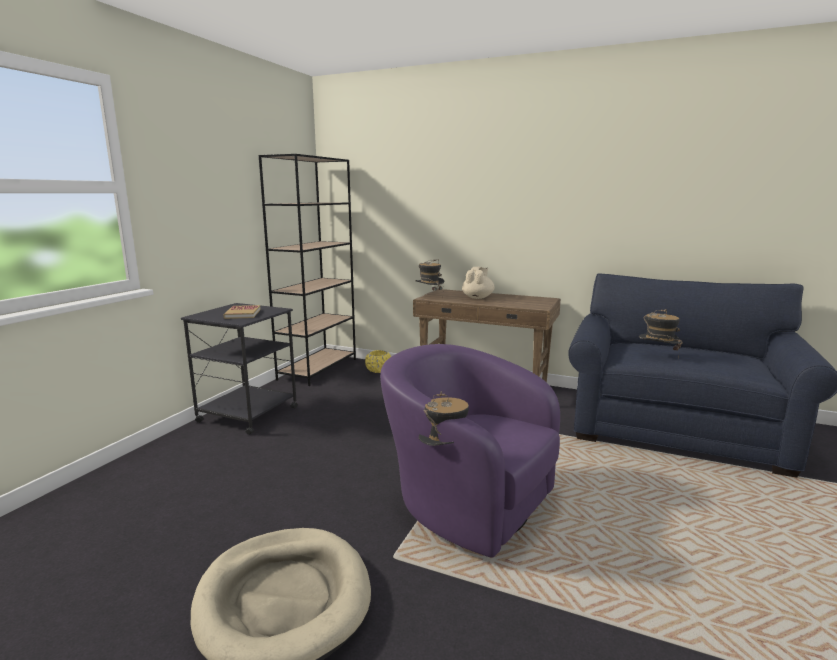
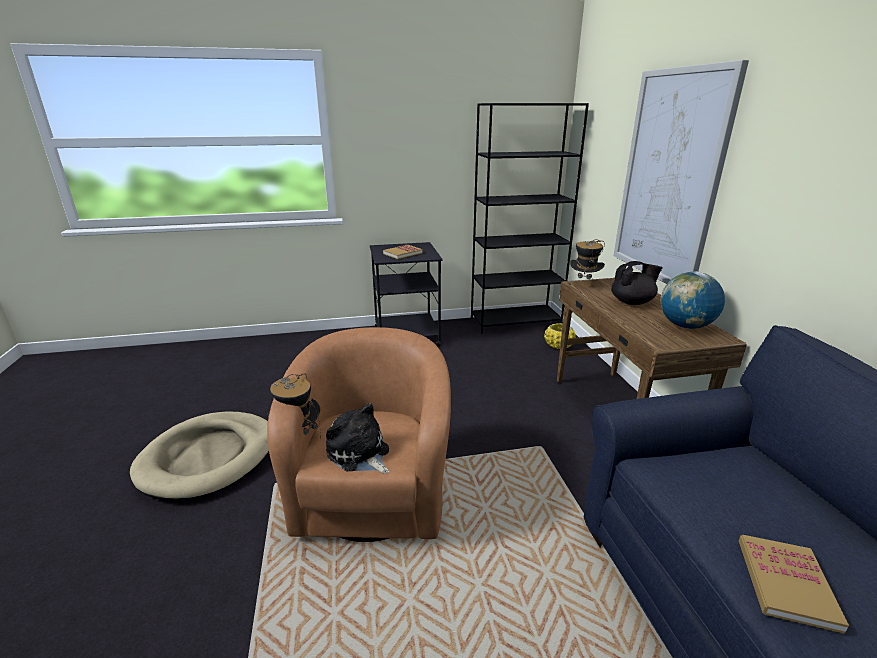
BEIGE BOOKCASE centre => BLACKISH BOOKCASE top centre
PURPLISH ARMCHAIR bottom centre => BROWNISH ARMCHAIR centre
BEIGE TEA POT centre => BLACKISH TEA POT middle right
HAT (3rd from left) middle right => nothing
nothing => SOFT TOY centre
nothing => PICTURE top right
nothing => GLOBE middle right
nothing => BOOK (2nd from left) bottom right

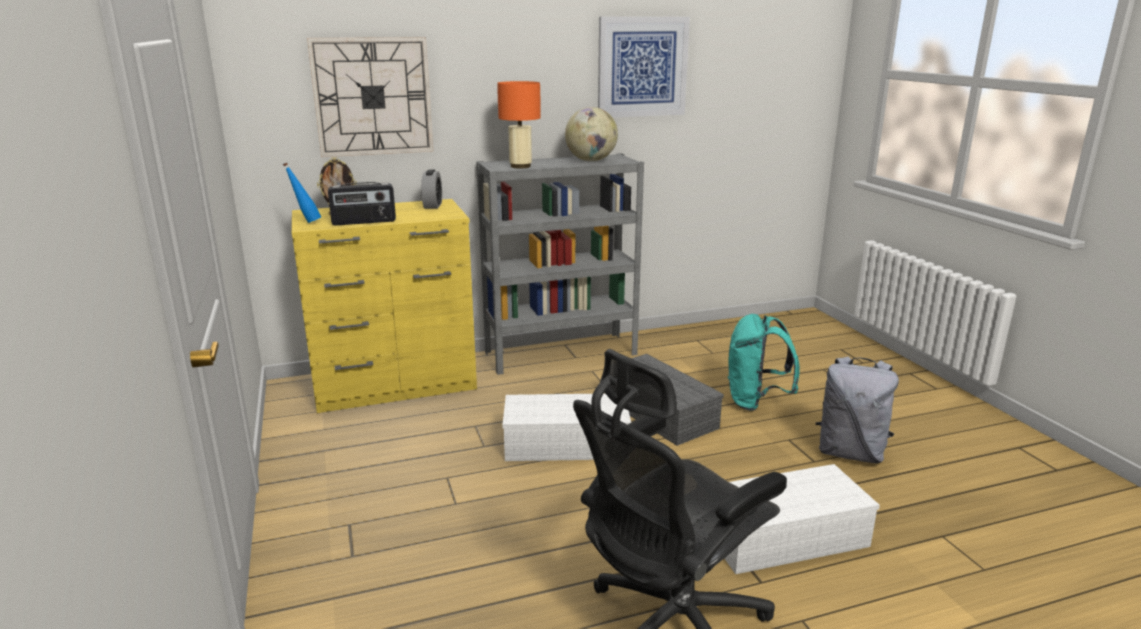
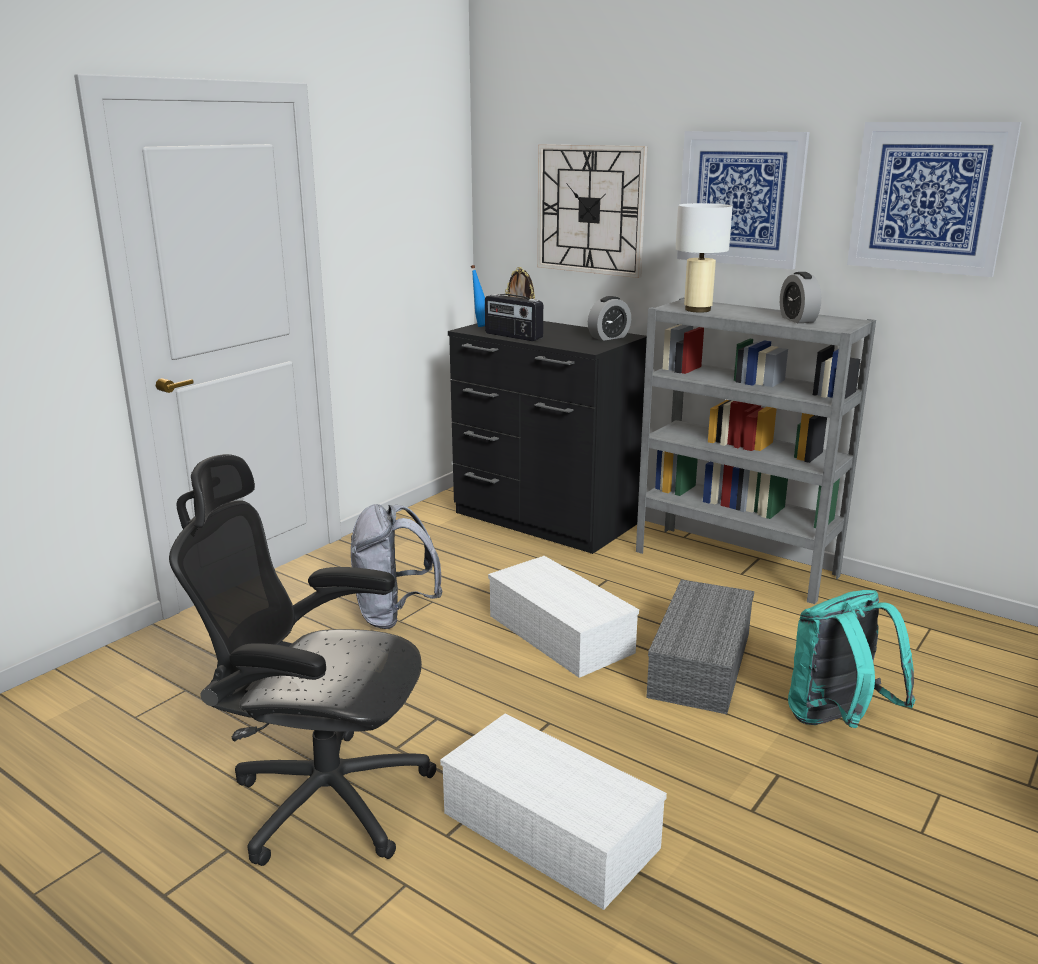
YELLOW DRAWER CHEST centre => BLACKISH DRAWER CHEST centre
ORANGE TABLE LAMP top centre => WHITISH TABLE LAMP top right
GLOBE top centre => ALARM CLOCK (2nd from left) top right
GREYISH RUCKSACK middle right => GREYISH RUCKSACK centre, move
nothing => PICTURE (1st from left) top right

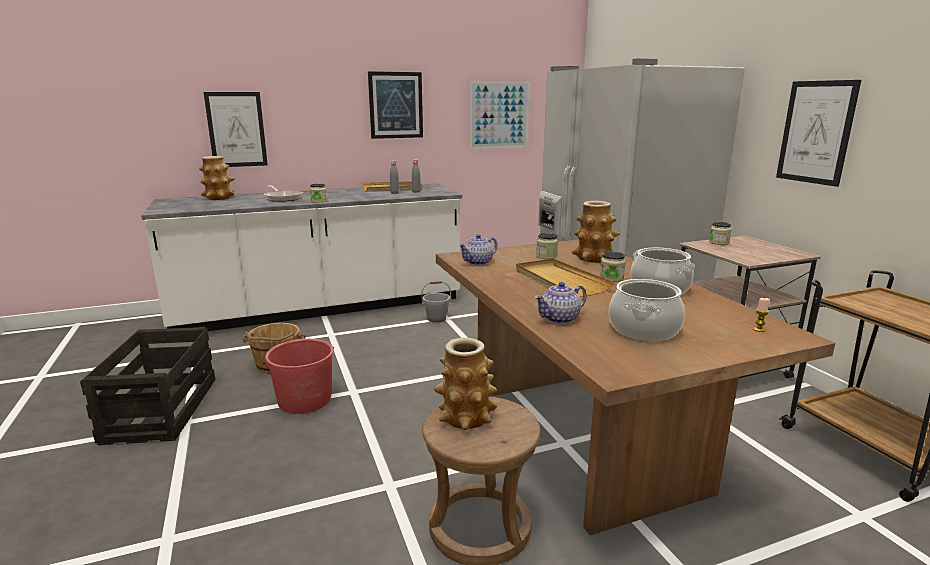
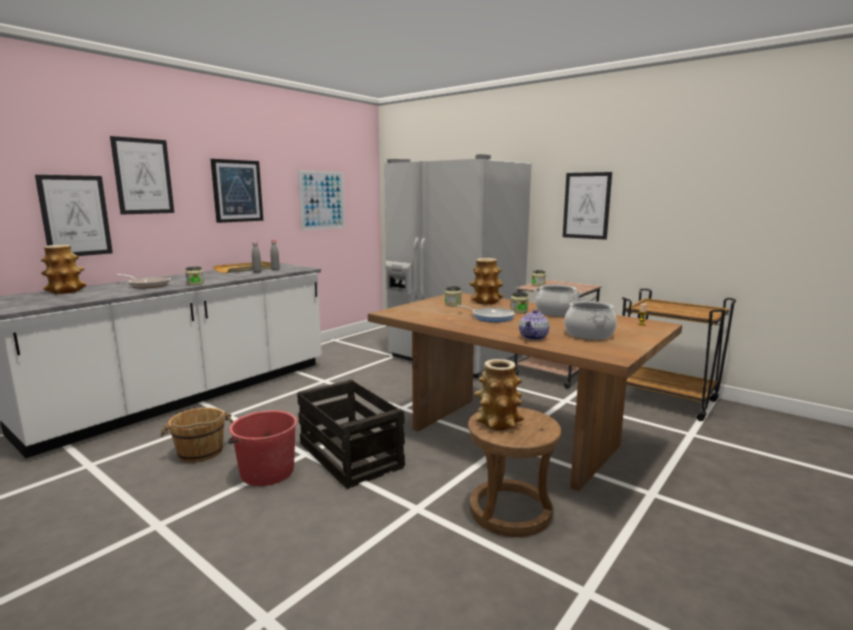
PACKING CRATE bottom left => PACKING CRATE bottom centre, move
GREYISH WATER BUCKET centre => nothing
TEA POT (1st from left) centre => nothing
BEIGE SERVING TRAY (2nd from left) centre => PAN (2nd from left) centre
nothing => PICTURE (2nd from left) top left

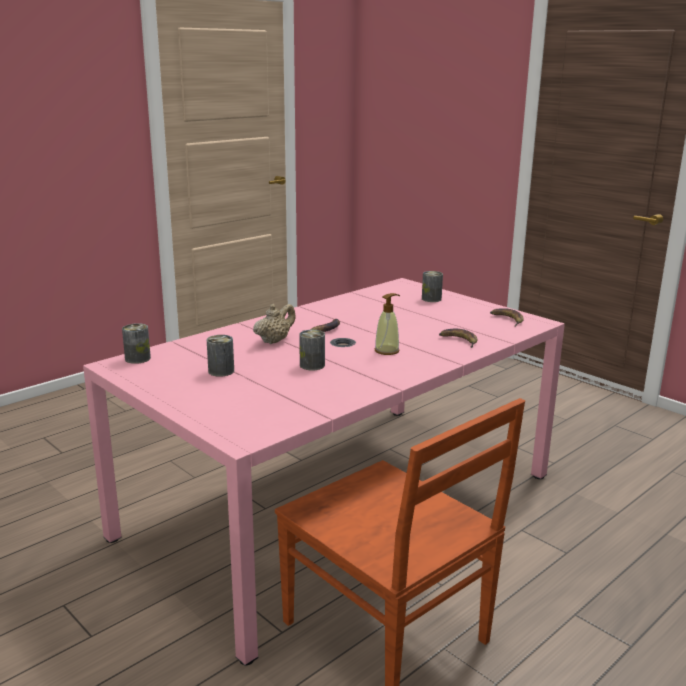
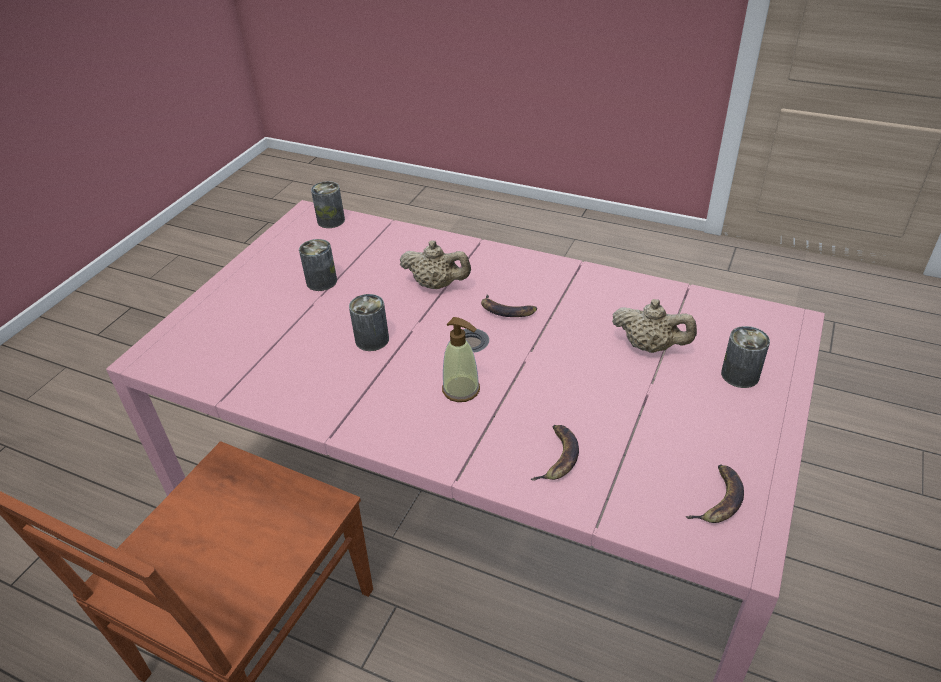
nothing => BEIGE TEA POT (2nd from left) middle right

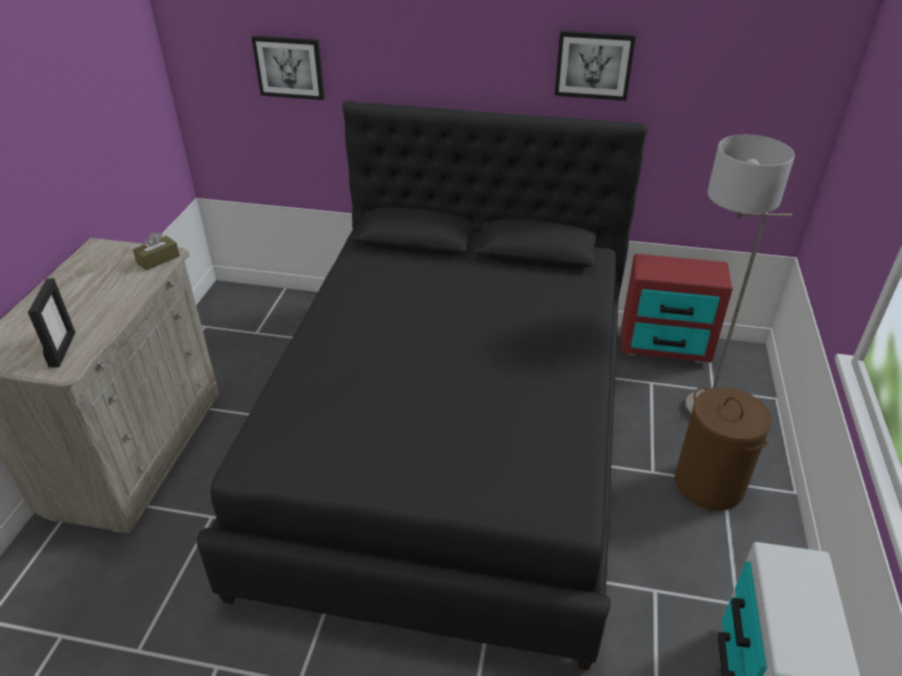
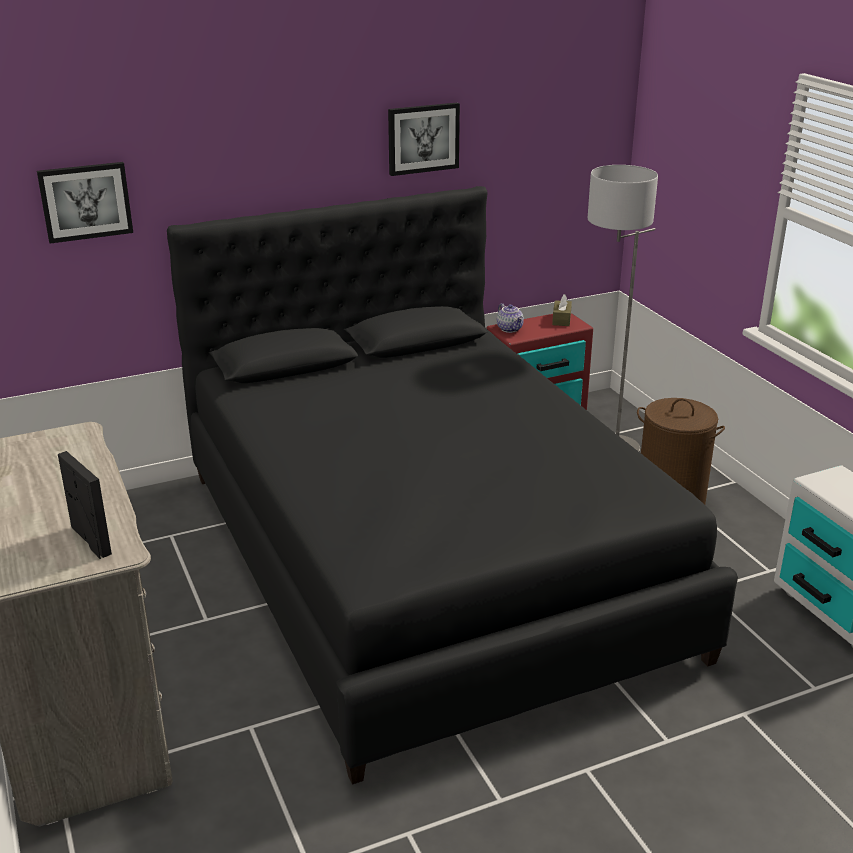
BROWNISH TISSUE HOLDER middle left => BROWNISH TISSUE HOLDER centre, move
nothing => TEA POT centre

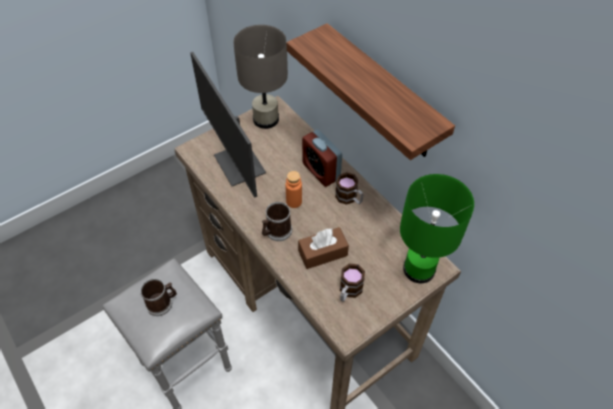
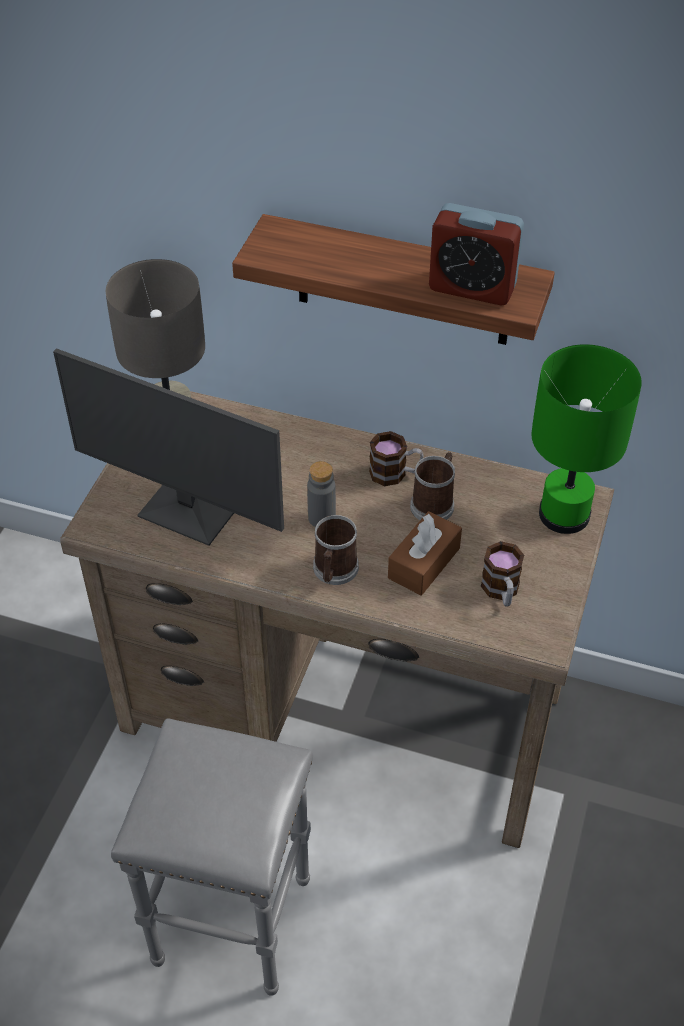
COFFEE MUG (1st from left in the first image) bottom left => COFFEE MUG (3rd from left) centre, move
ORANGE BEVERAGE BOTTLE centre => GREYISH BEVERAGE BOTTLE centre
ALARM CLOCK centre => ALARM CLOCK top right, move

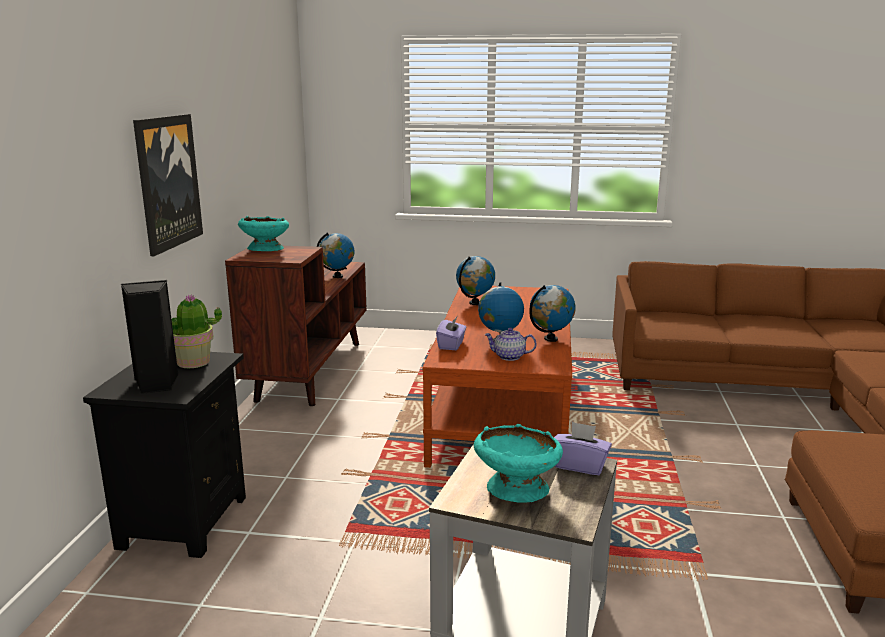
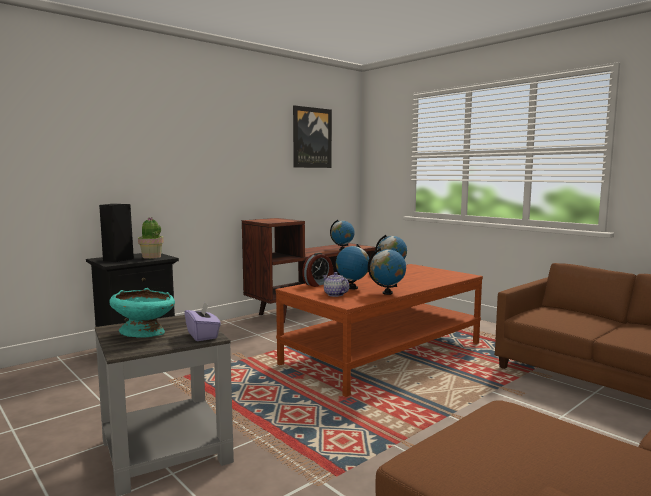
PICTURE top left => PICTURE top centre, move
TURQUOISE BOWL (1st from left) middle left => nothing
PURPLISH TISSUE HOLDER (1st from left) centre => ALARM CLOCK centre

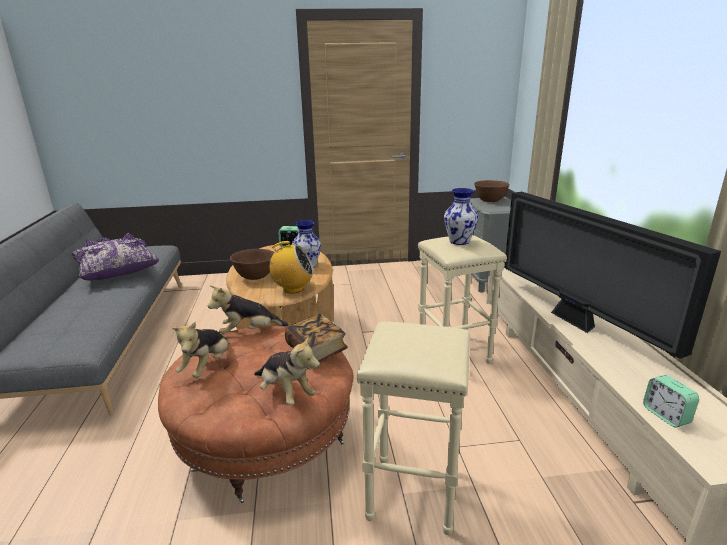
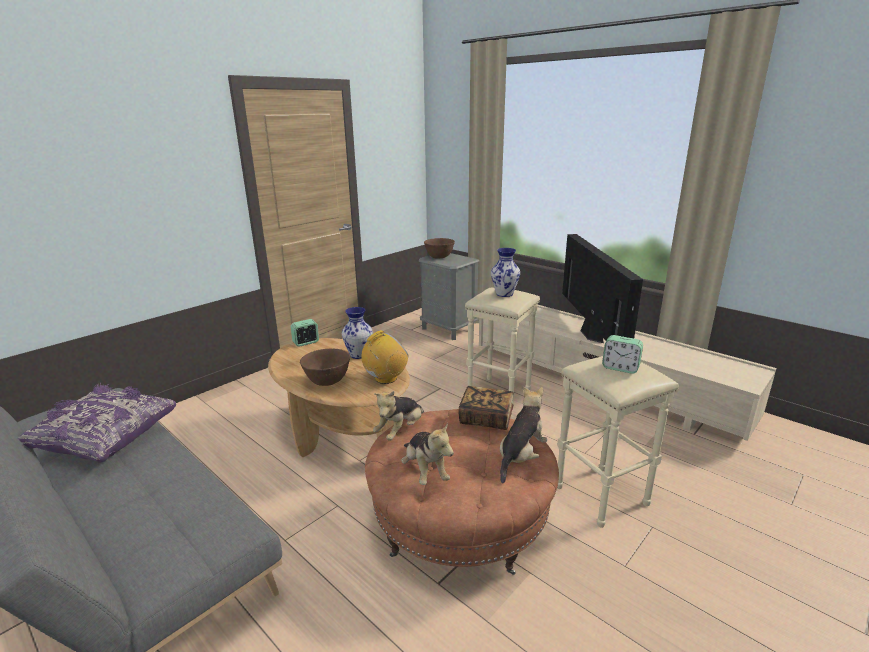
SOFT TOY (3rd from left) bottom centre => SOFT TOY (3rd from left) centre, 60 degrees counterclockwise
TV middle right, 120 degrees counterclockwise
ALARM CLOCK (2nd from left) bottom right => ALARM CLOCK (2nd from left) middle right, move

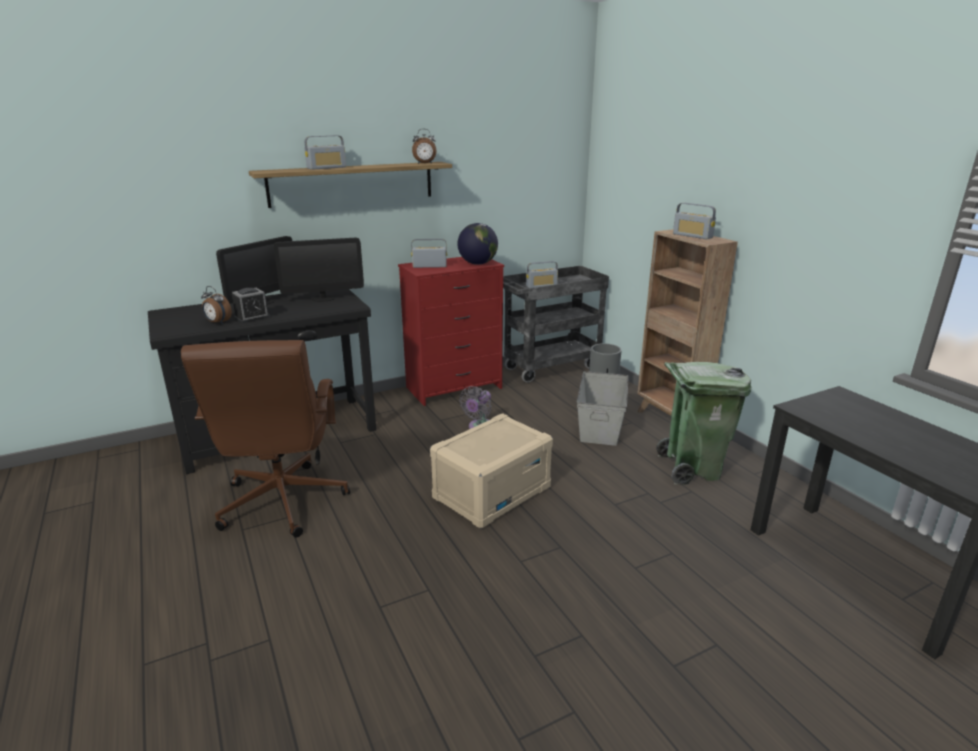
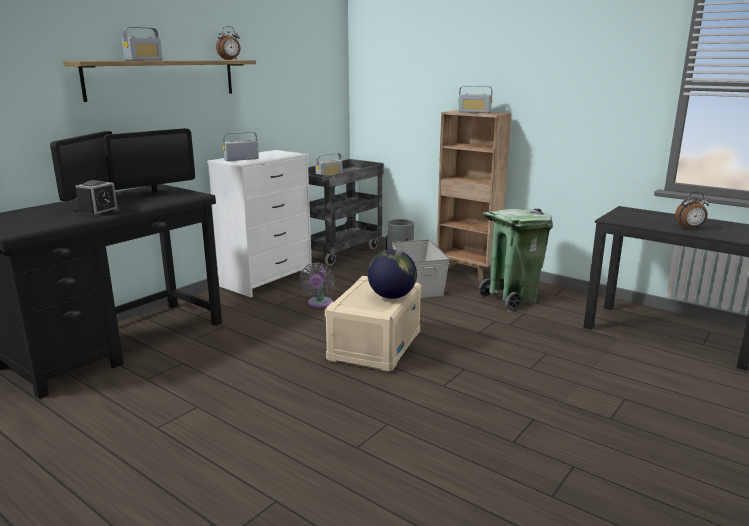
BROWNISH COMPUTER CHAIR middle left => nothing
ALARM CLOCK (1st from left in the first image) middle left => ALARM CLOCK (3rd from left) middle right, move
RED-COLOURED DRAWER CHEST centre => WHITISH DRAWER CHEST centre
GLOBE top centre => GLOBE centre, move

